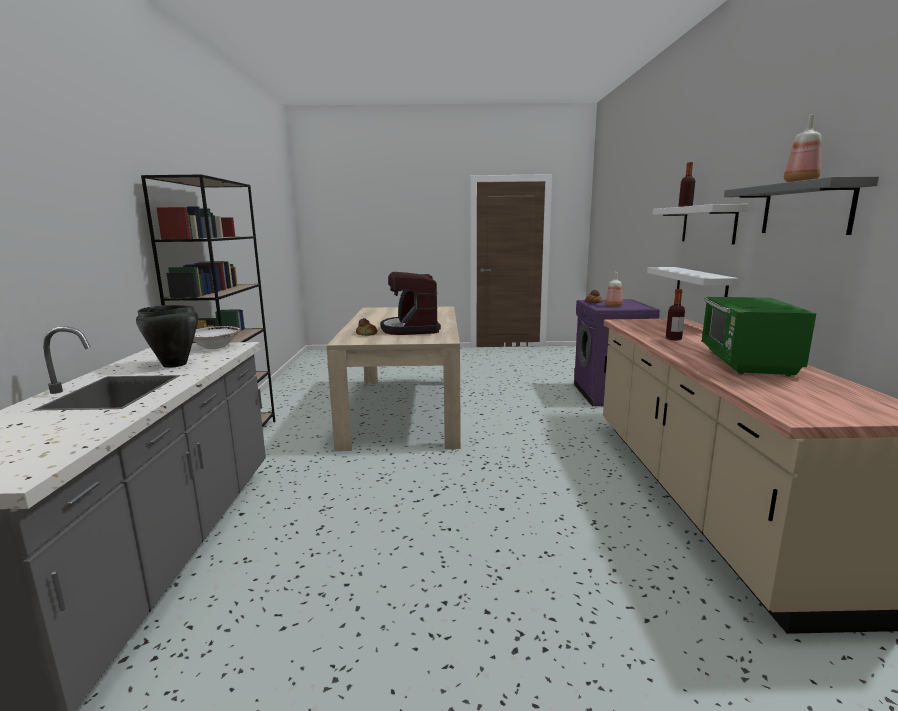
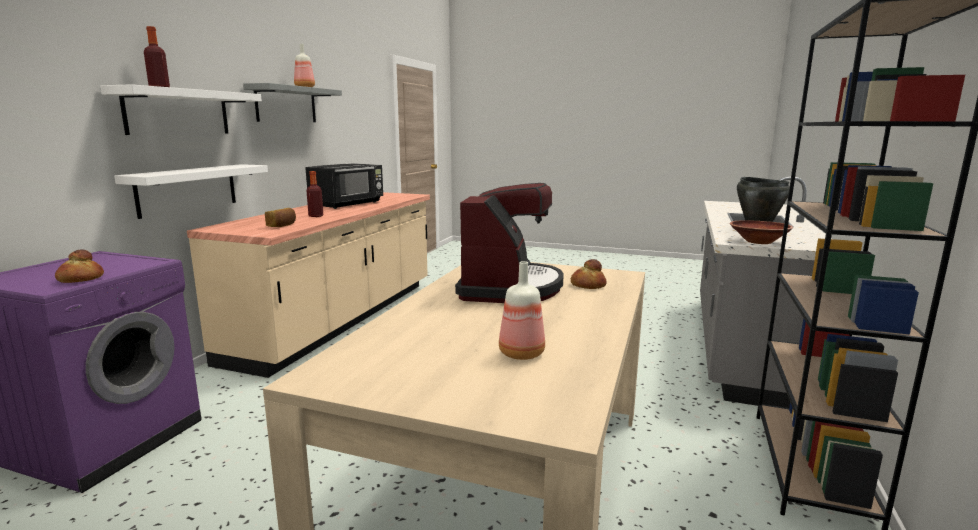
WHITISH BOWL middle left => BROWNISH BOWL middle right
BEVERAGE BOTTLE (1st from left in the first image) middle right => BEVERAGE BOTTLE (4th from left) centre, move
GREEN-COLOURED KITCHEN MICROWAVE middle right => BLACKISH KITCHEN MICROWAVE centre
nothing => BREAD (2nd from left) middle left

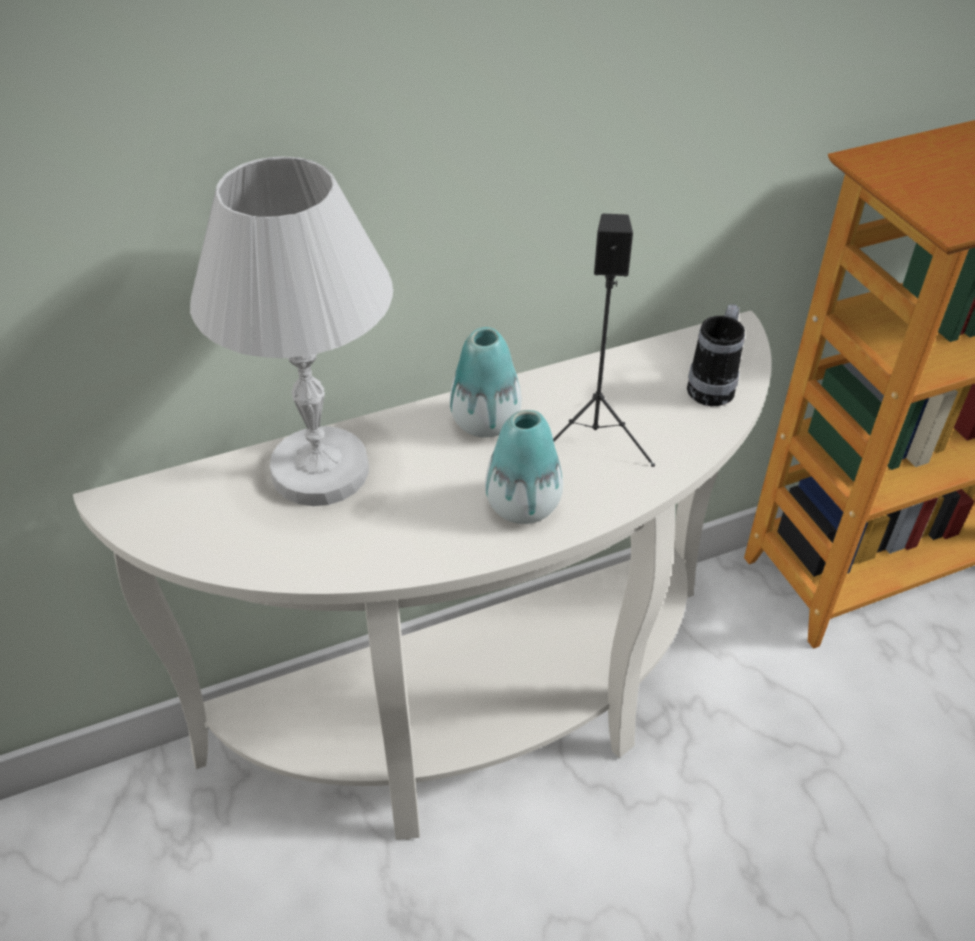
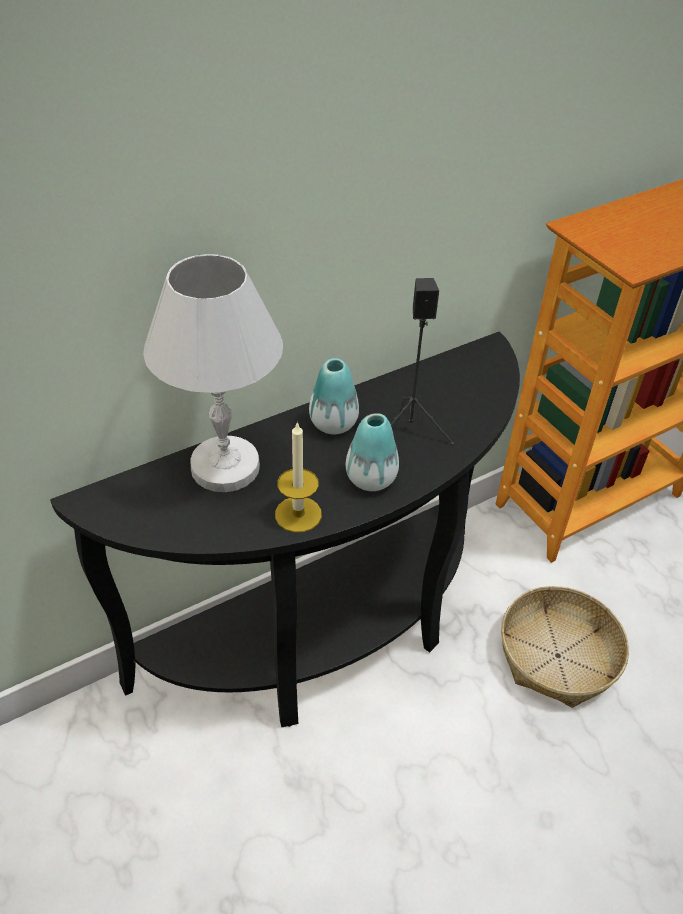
WHITISH HALL TABLE centre => BLACKISH HALL TABLE centre
COFFEE MUG middle right => nothing
nothing => WAX CANDLE centre
nothing => BASKET bottom right

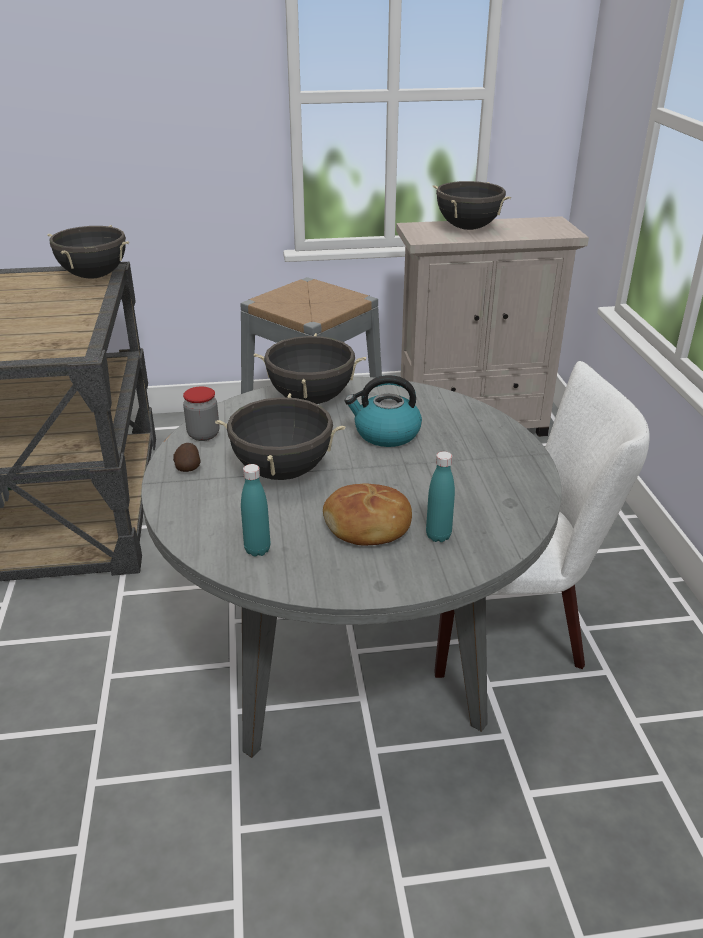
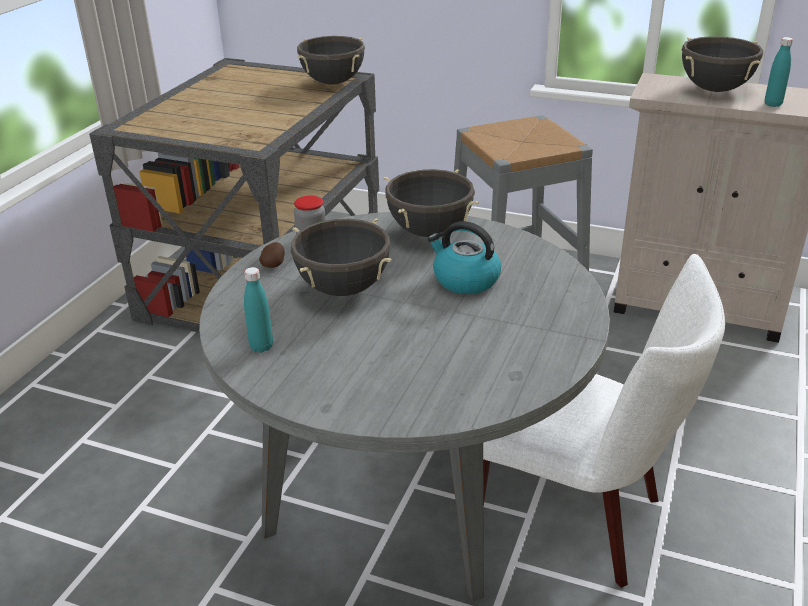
BREAD centre => nothing
TURQUOISE BEVERAGE BOTTLE (2nd from left) centre => TURQUOISE BEVERAGE BOTTLE (2nd from left) top right, move

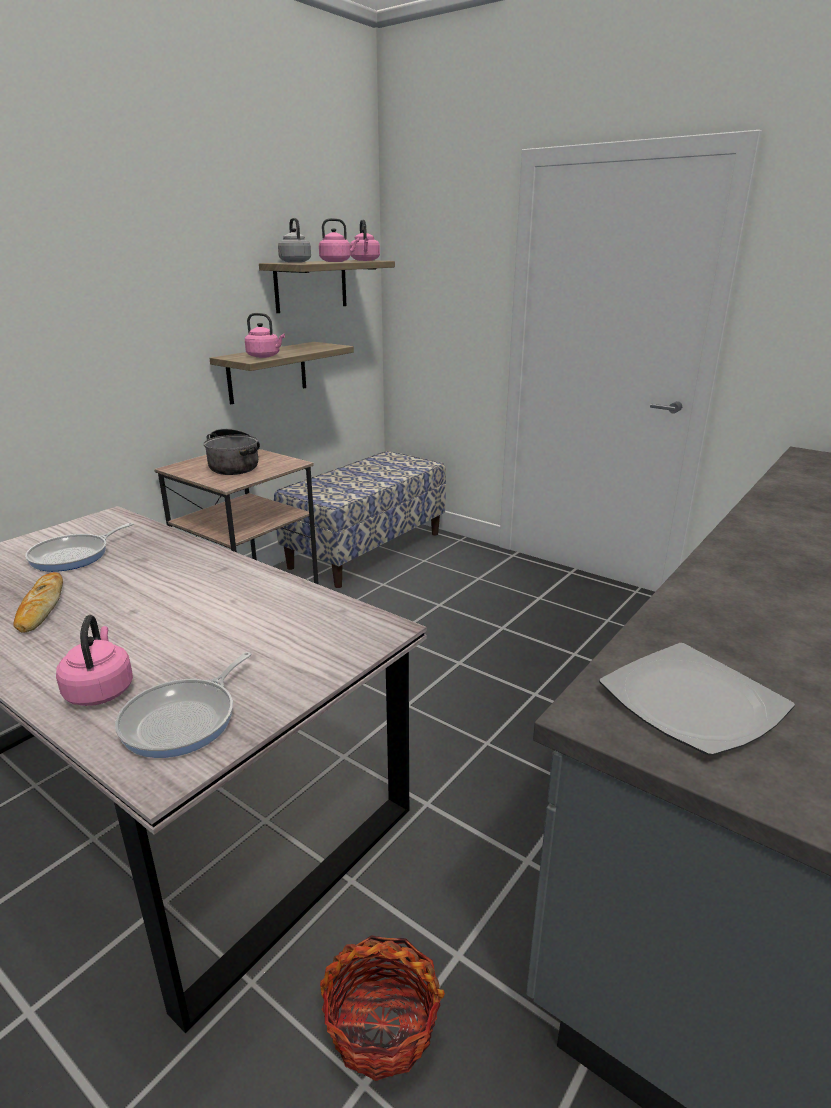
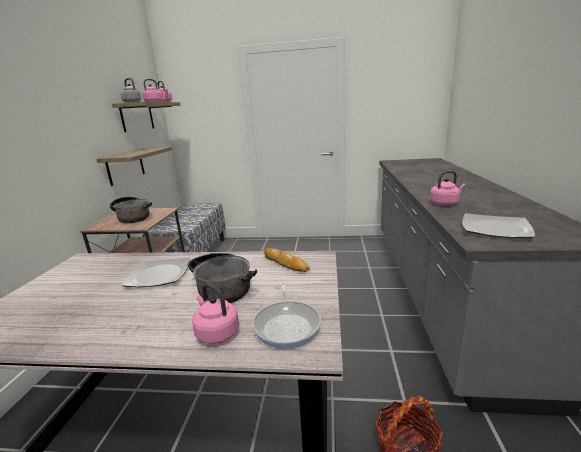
BREAD middle left => BREAD centre, move
PAN (1st from left) middle left => nothing
PINKISH WATER KETTLE (2nd from left in the first image) top left => PINKISH WATER KETTLE (4th from left) middle right, move
nothing => PLATE (1st from left) middle left
nothing => COOKING POT (2nd from left) centre

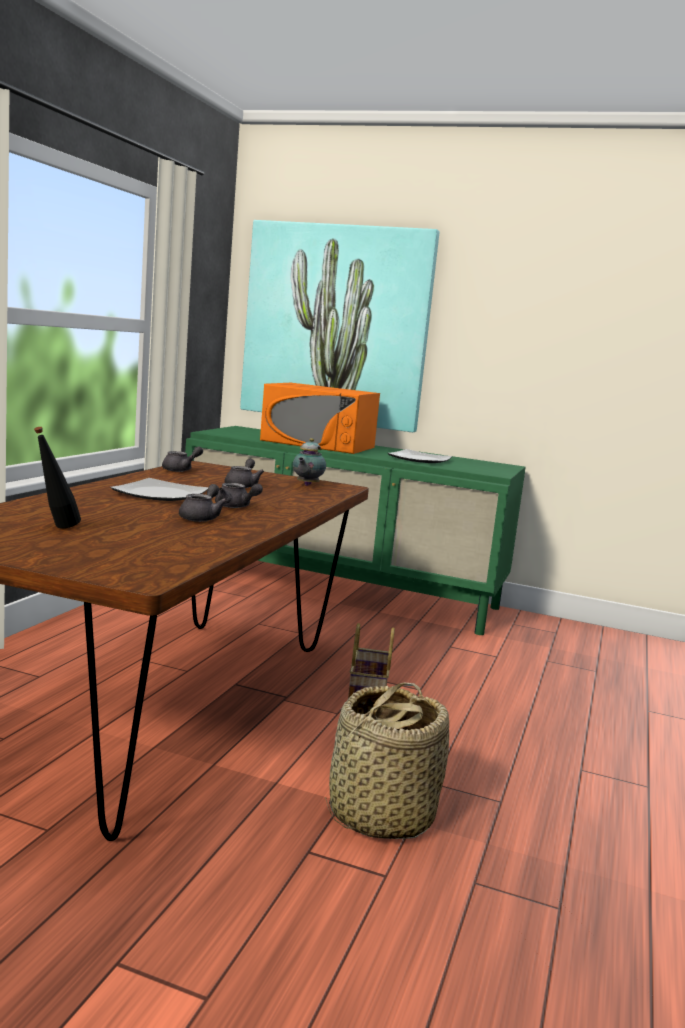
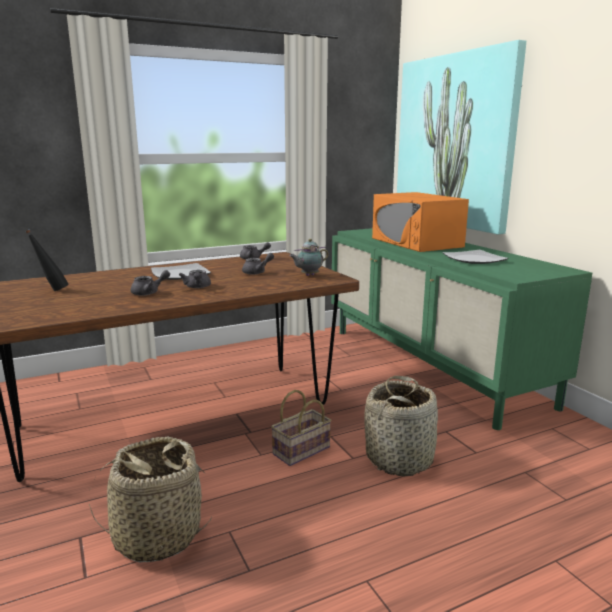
nothing => BASKET (3rd from left) bottom centre

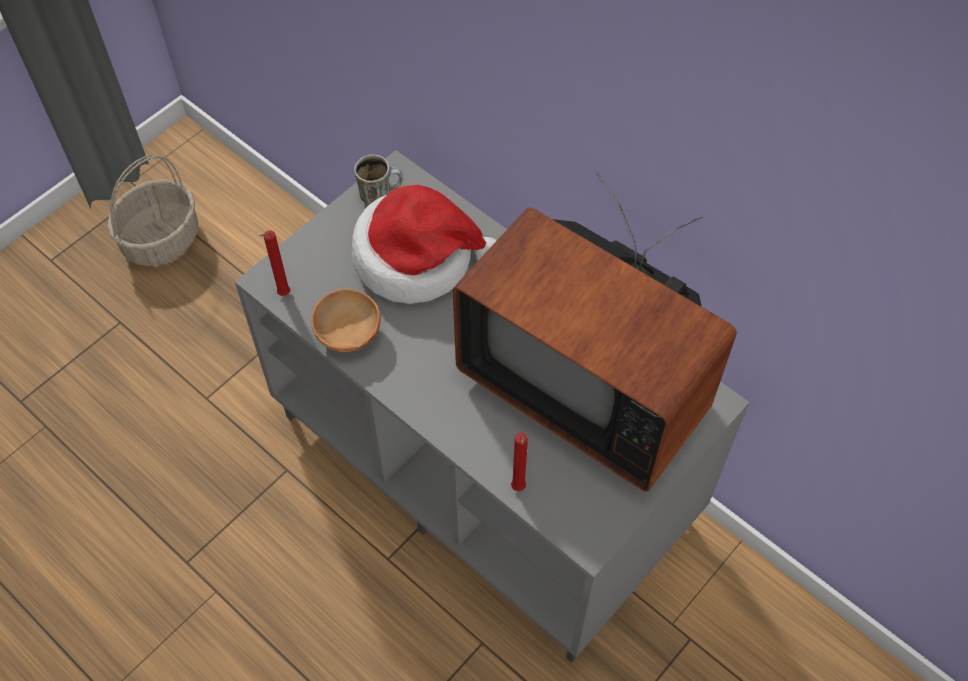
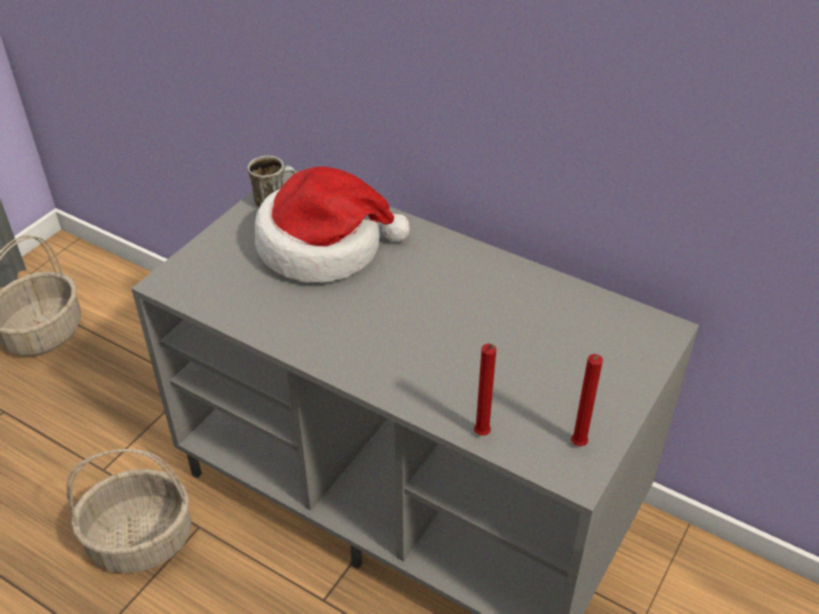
RED-COLOURED WAX CANDLE (1st from left in the first image) middle left => RED-COLOURED WAX CANDLE (2nd from left) middle right, move
BROWNISH BOWL centre => nothing
TV centre => nothing
nothing => BASKET (2nd from left) bottom left

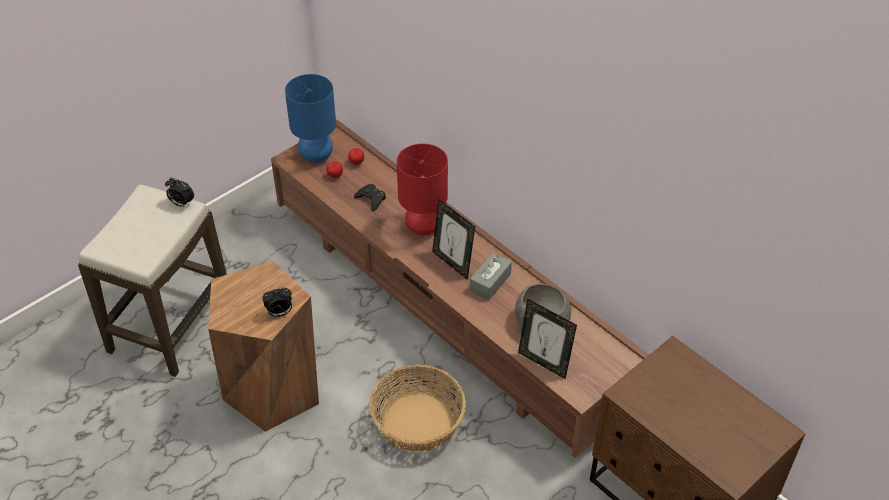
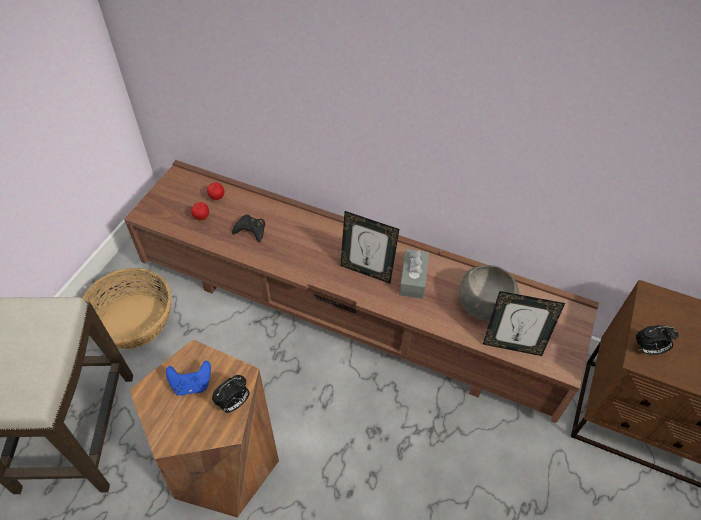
ALARM CLOCK (1st from left in the first image) middle left => ALARM CLOCK (2nd from left) middle right, move
BLUE TABLE LAMP top centre => nothing
BASKET bottom centre => BASKET middle left, move
RED-COLOURED TABLE LAMP centre => nothing
nothing => BLUE JOYPAD bottom left

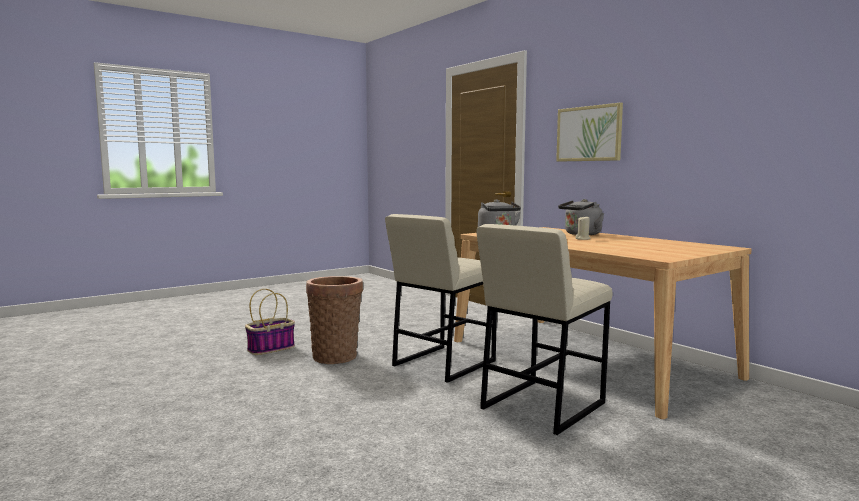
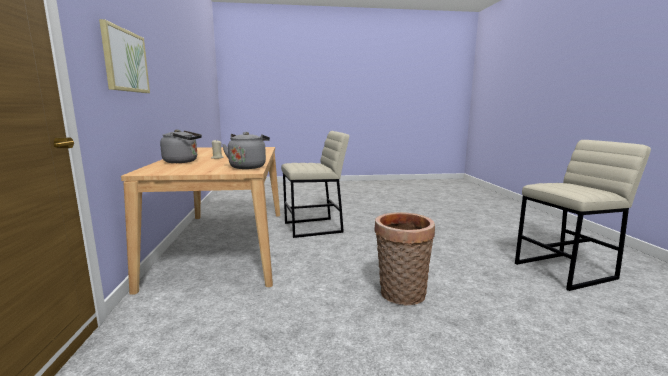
BASKET (1st from left) middle left => nothing
BEIGE PLAIN CHAIR (1st from left in the first image) centre => BEIGE PLAIN CHAIR (2nd from left) middle right, move

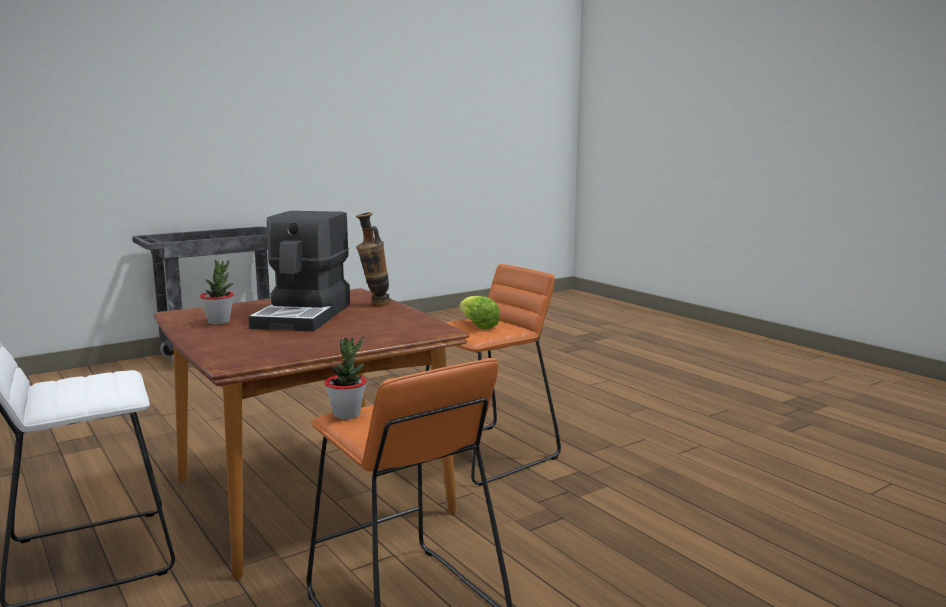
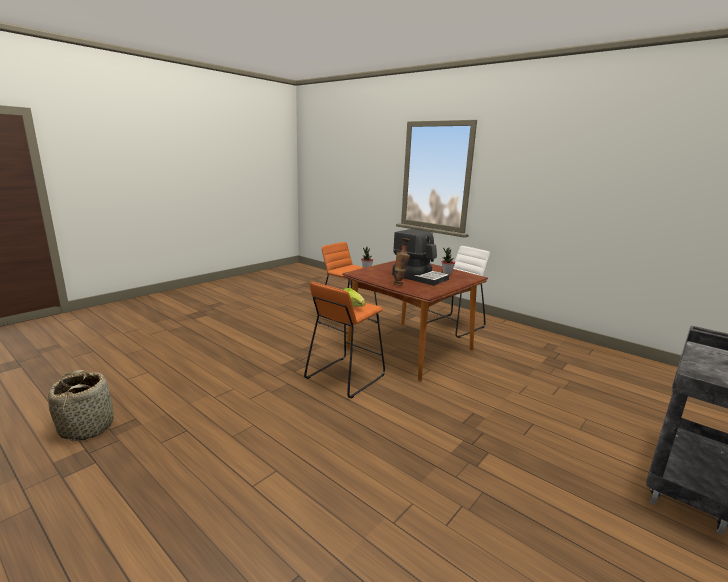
COFFEE MAKER middle left => COFFEE MAKER centre, 135 degrees clockwise
nothing => BASKET bottom left

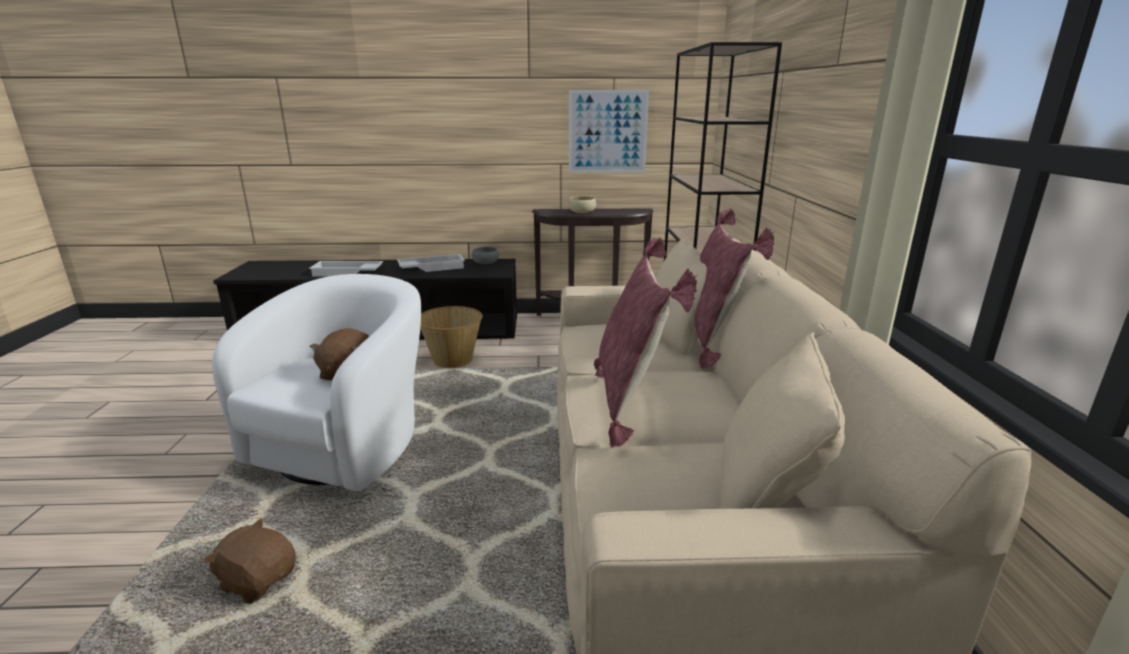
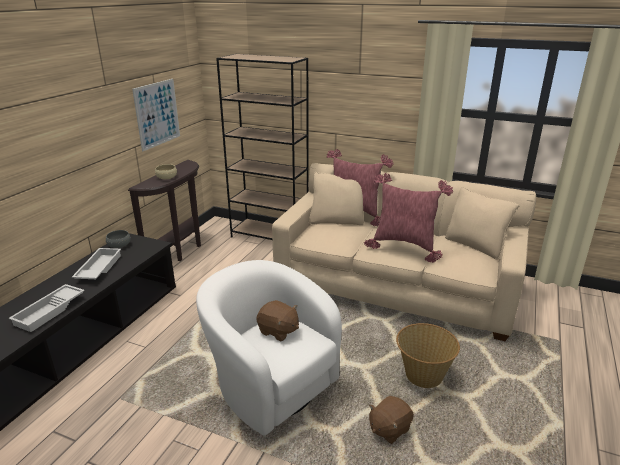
BASKET centre => BASKET bottom right, move

